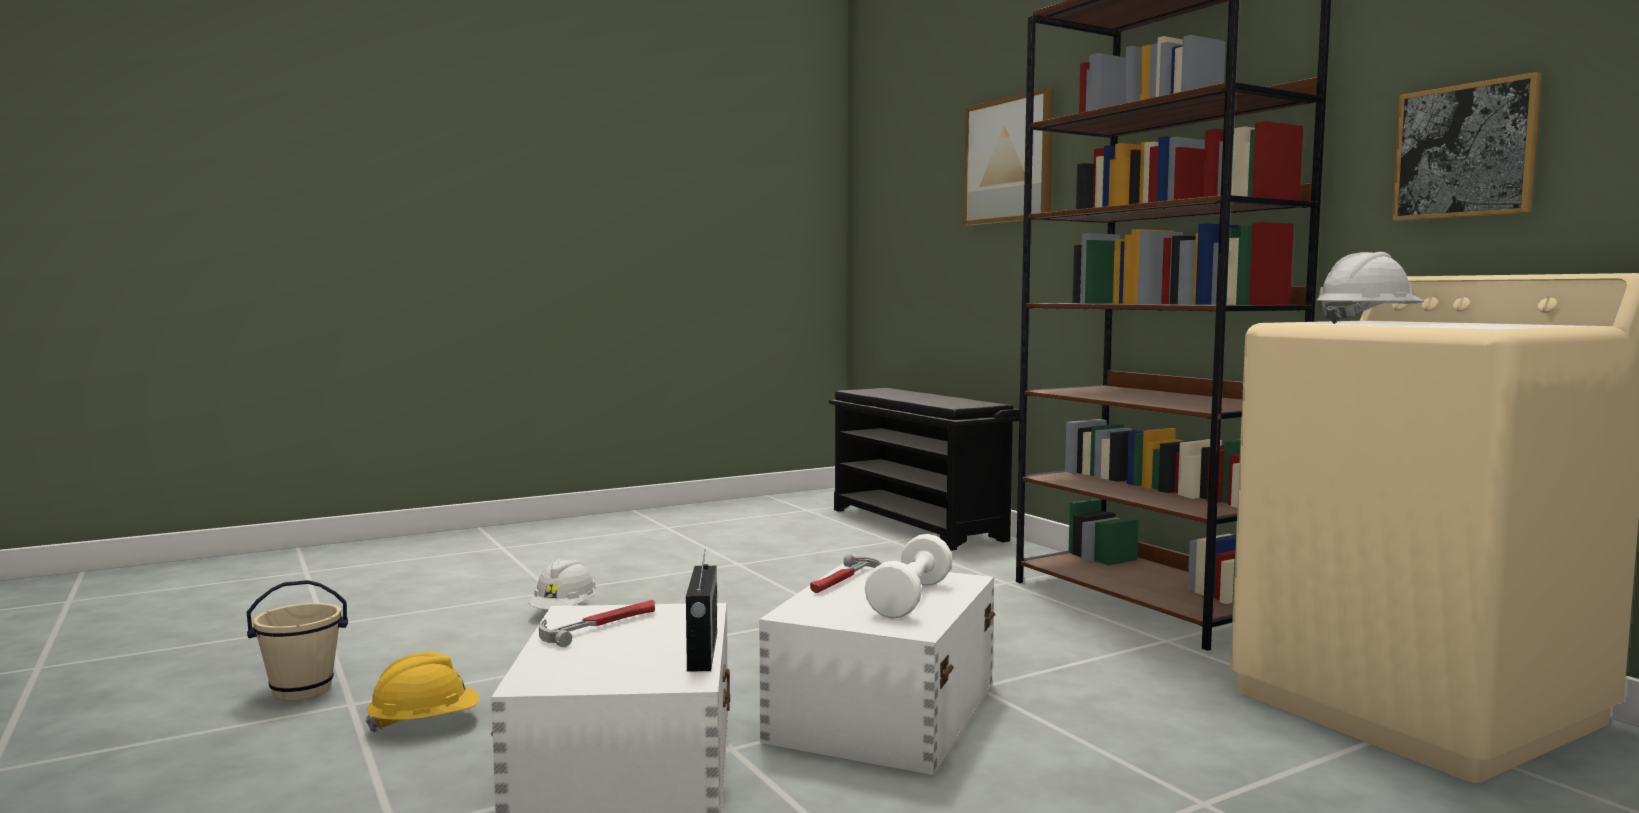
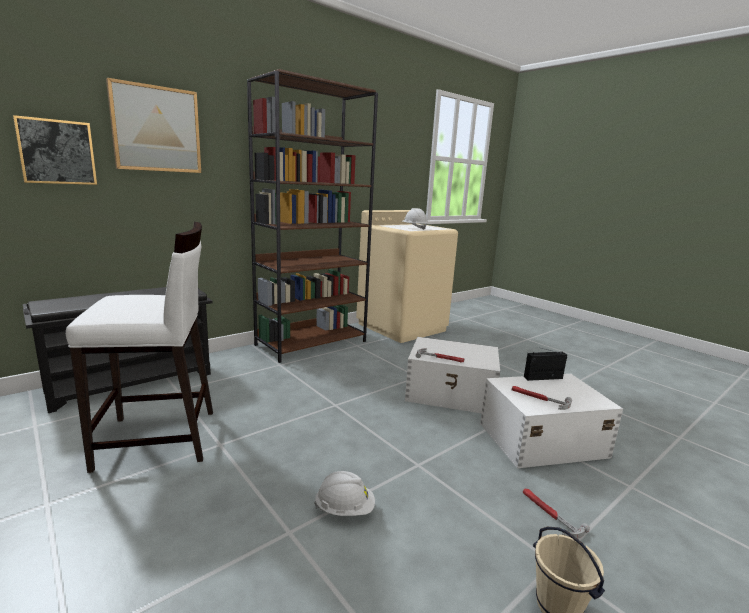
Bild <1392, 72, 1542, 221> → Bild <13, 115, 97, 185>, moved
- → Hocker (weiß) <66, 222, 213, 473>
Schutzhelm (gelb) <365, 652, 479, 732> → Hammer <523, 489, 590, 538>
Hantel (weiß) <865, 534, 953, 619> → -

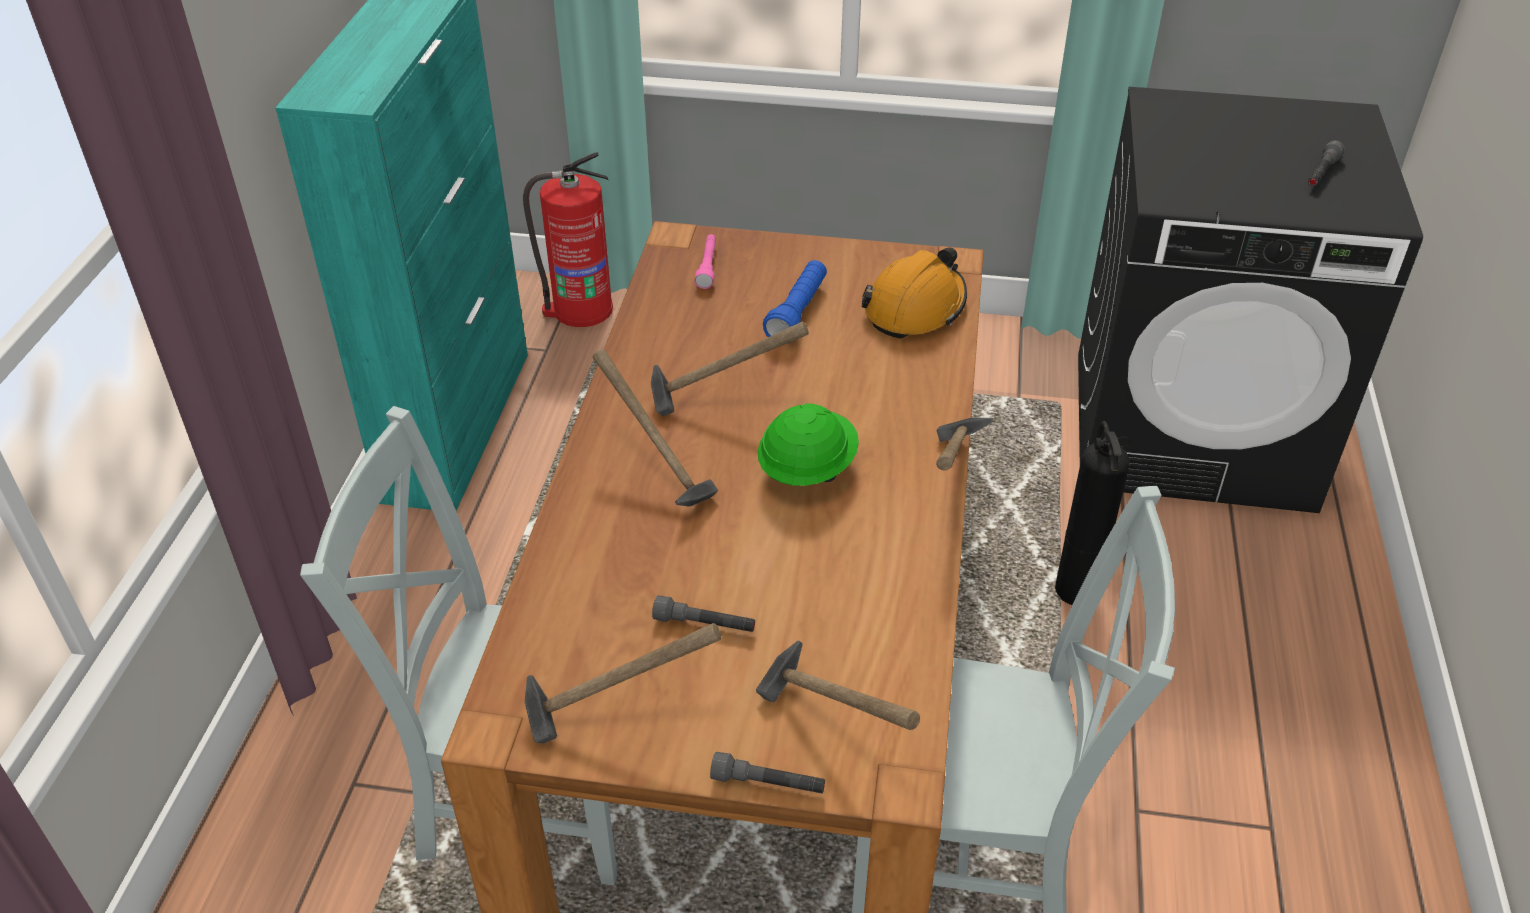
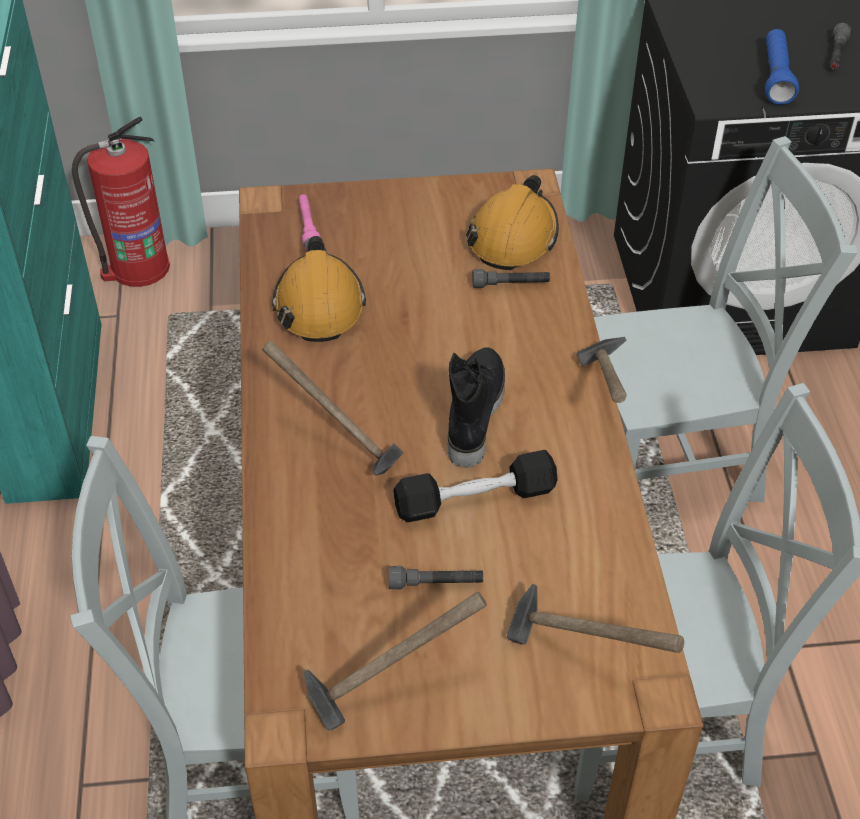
- → Schutzhelm (orange) <272, 236, 366, 342>
- → Hantel (schwarz) <393, 450, 558, 522>
Schutzhelm (grün) <758, 403, 859, 486> → Stiefel (schwarz) <448, 347, 505, 468>
Taschenlampe (grau) <710, 752, 825, 793> → Taschenlampe (grau) <472, 269, 550, 288>, moved
Feuerlöscher <1055, 421, 1130, 605> → Stuhl (grau) <594, 136, 858, 502>
Taschenlampe (blau) <763, 260, 827, 343> → Taschenlampe (blau) <765, 29, 799, 105>, moved
Hammer <651, 322, 809, 416> → -

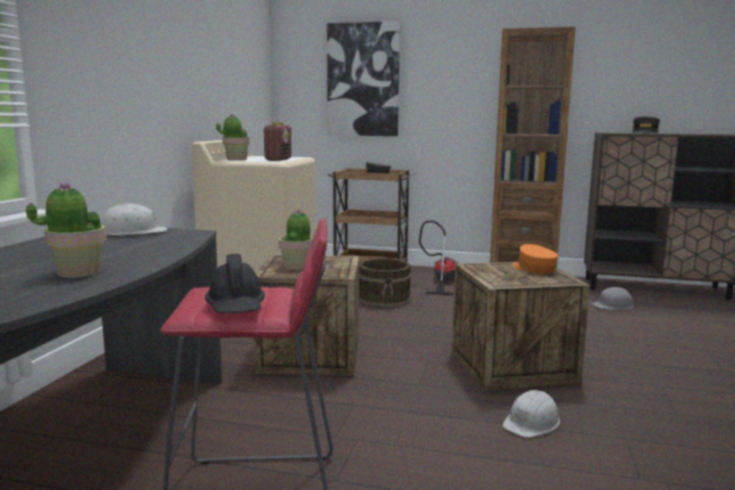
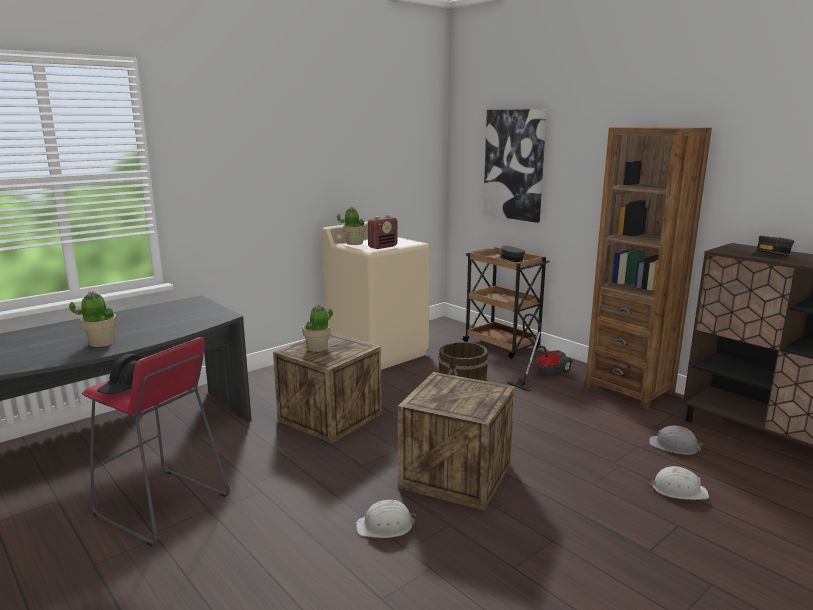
Schutzhelm (weiß) <101, 203, 167, 235> → Schutzhelm (weiß) <650, 466, 709, 500>, moved
Kappe (orange) <512, 244, 558, 274> → -

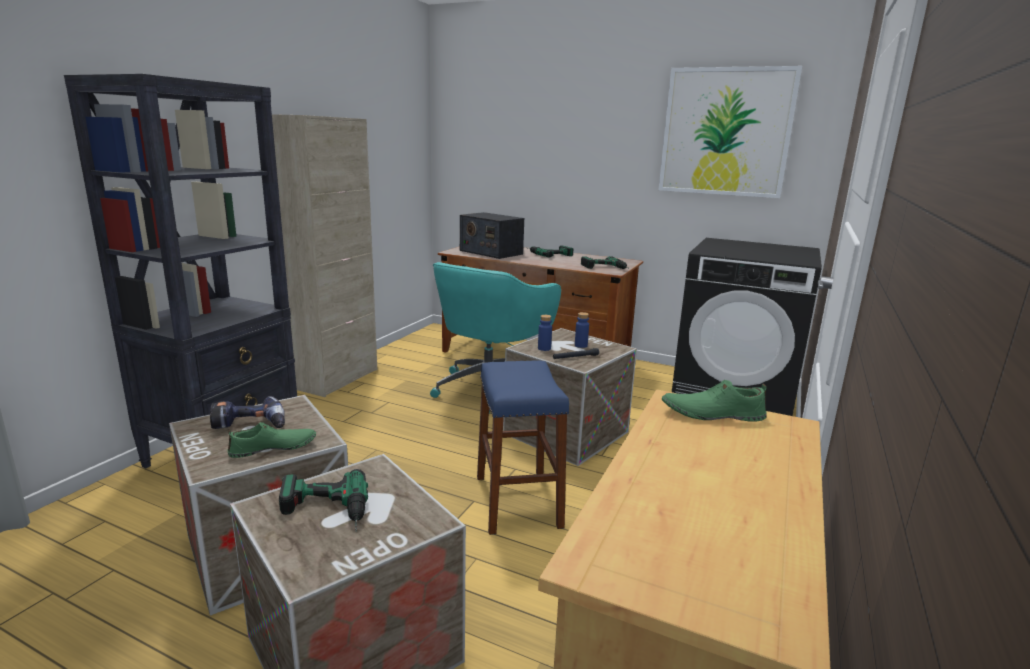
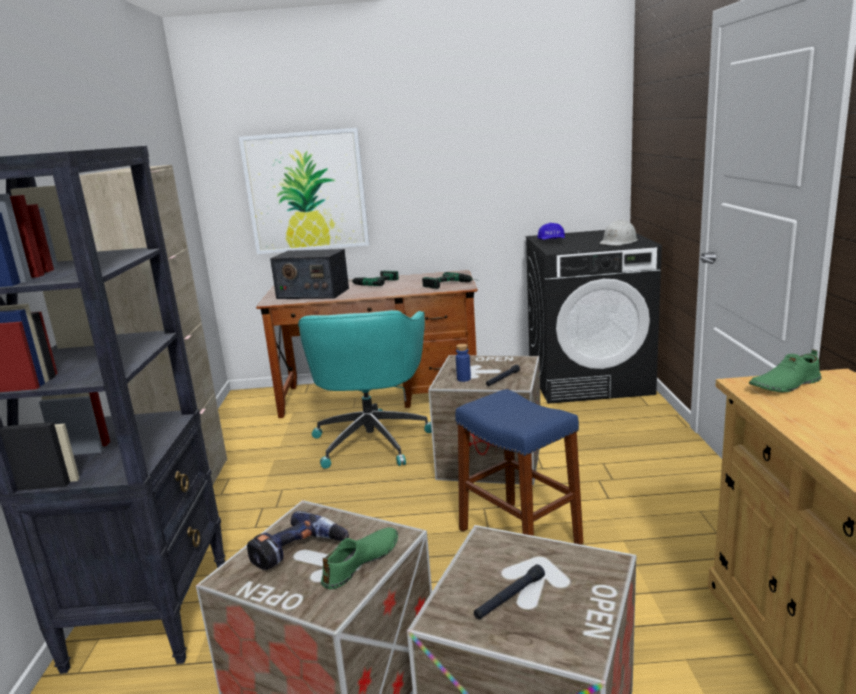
Bild <658, 66, 802, 198> → Bild <239, 128, 370, 254>, moved
Bohrmaschine <279, 469, 368, 532> → Taschenlampe (schwarz) <474, 564, 545, 620>
- → Kappe (blau) <537, 223, 565, 240>
- → Schutzhelm (weiß) <600, 220, 638, 245>
Flasche (blau) <575, 312, 589, 348> → -

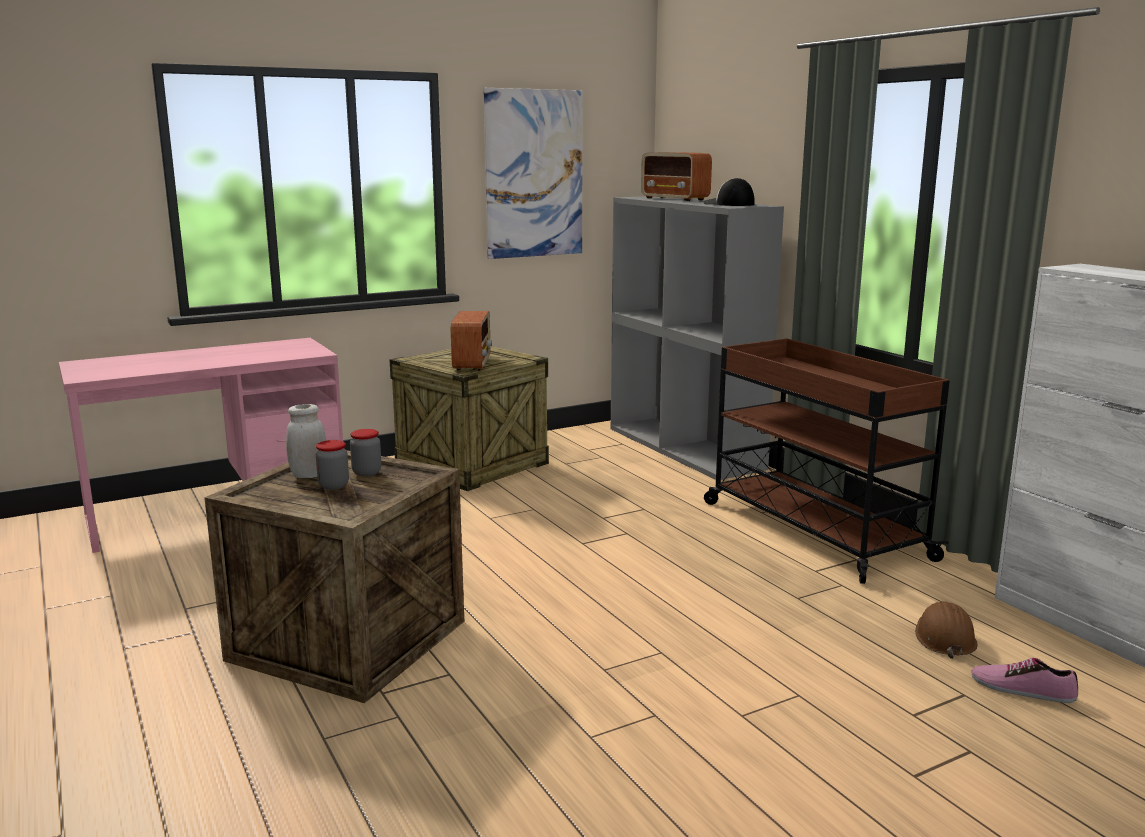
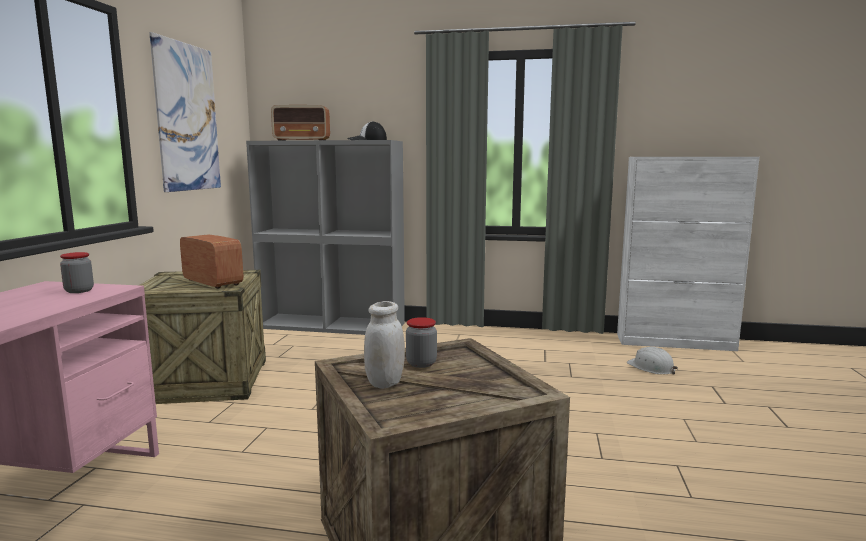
Vorratsglas <316, 440, 349, 490> → Vorratsglas <60, 252, 94, 293>, moved
Schutzhelm (braun) <915, 601, 978, 659> → Schutzhelm (weiß) <627, 347, 678, 375>
Rollwagen (braun) <704, 338, 950, 584> → -
Schuh <971, 658, 1078, 703> → -

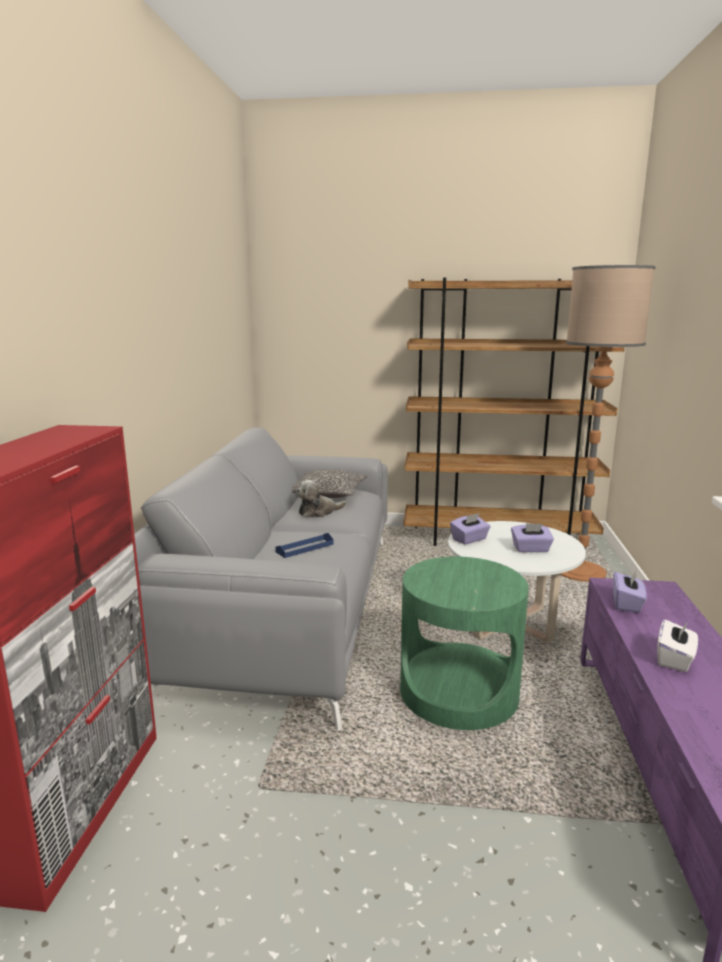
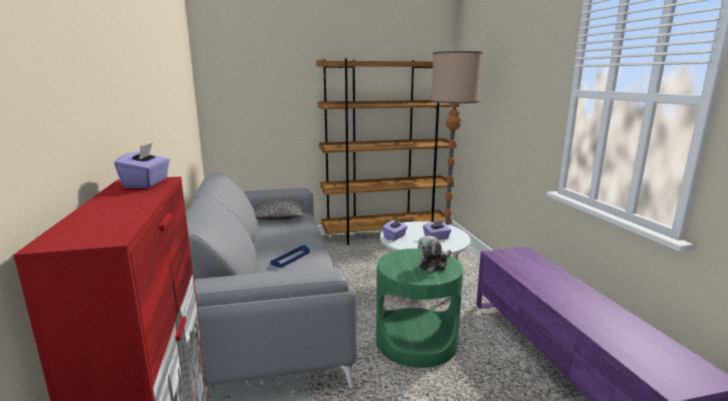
Taschentuchbox (lila) <613, 571, 647, 613> → Taschentuchbox (lila) <114, 143, 170, 188>, moved
Plüschtier <296, 480, 346, 518> → Plüschtier <418, 236, 451, 272>, moved
Taschentuchbox (weiß) <657, 619, 698, 672> → -

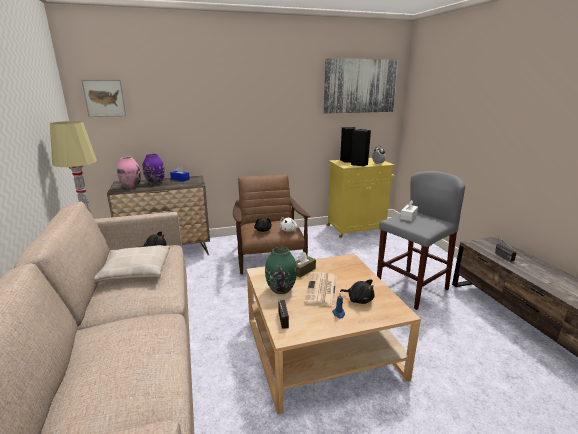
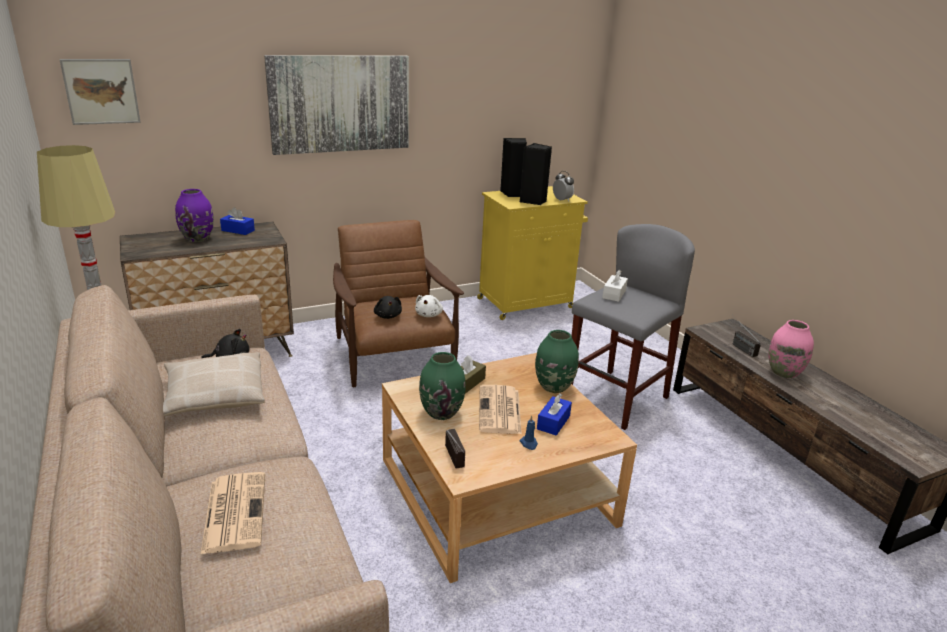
- → Zeitung <200, 472, 265, 555>
Bild <324, 58, 398, 114> → Bild <264, 55, 409, 155>, moved
- → Vase (grün) <535, 330, 579, 393>
Plüschtier (schwarz) <340, 279, 375, 304> → Taschentuchbox (blau) <537, 393, 572, 436>
Vase (rosa) <117, 157, 141, 189> → Vase (rosa) <769, 320, 814, 378>, moved

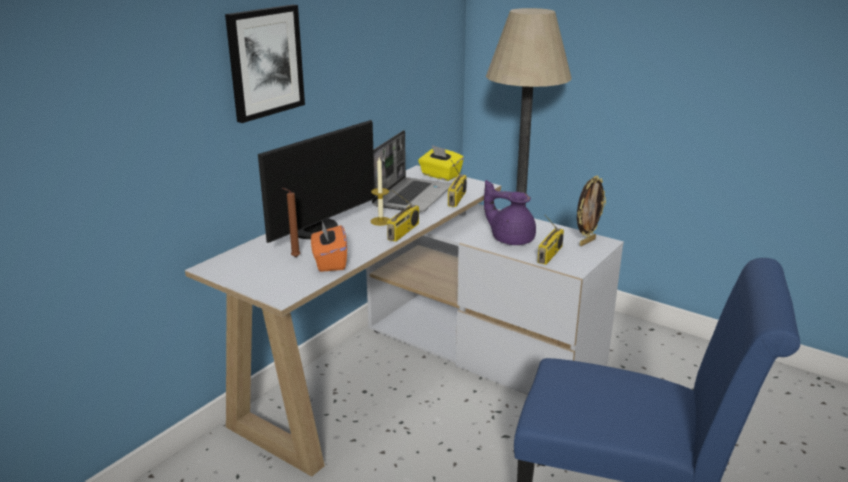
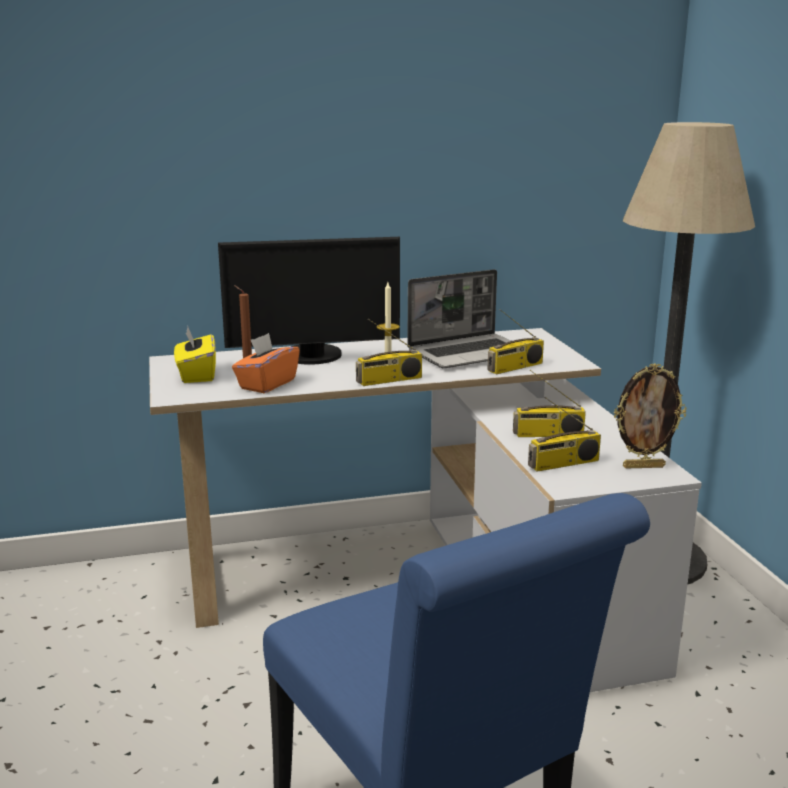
Taschentuchbox (gelb) <418, 145, 464, 181> → Taschentuchbox (gelb) <174, 327, 216, 383>, moved
Teekanne (lila) <484, 180, 536, 245> → Radio <513, 370, 586, 437>
Bild <225, 4, 305, 123> → -

